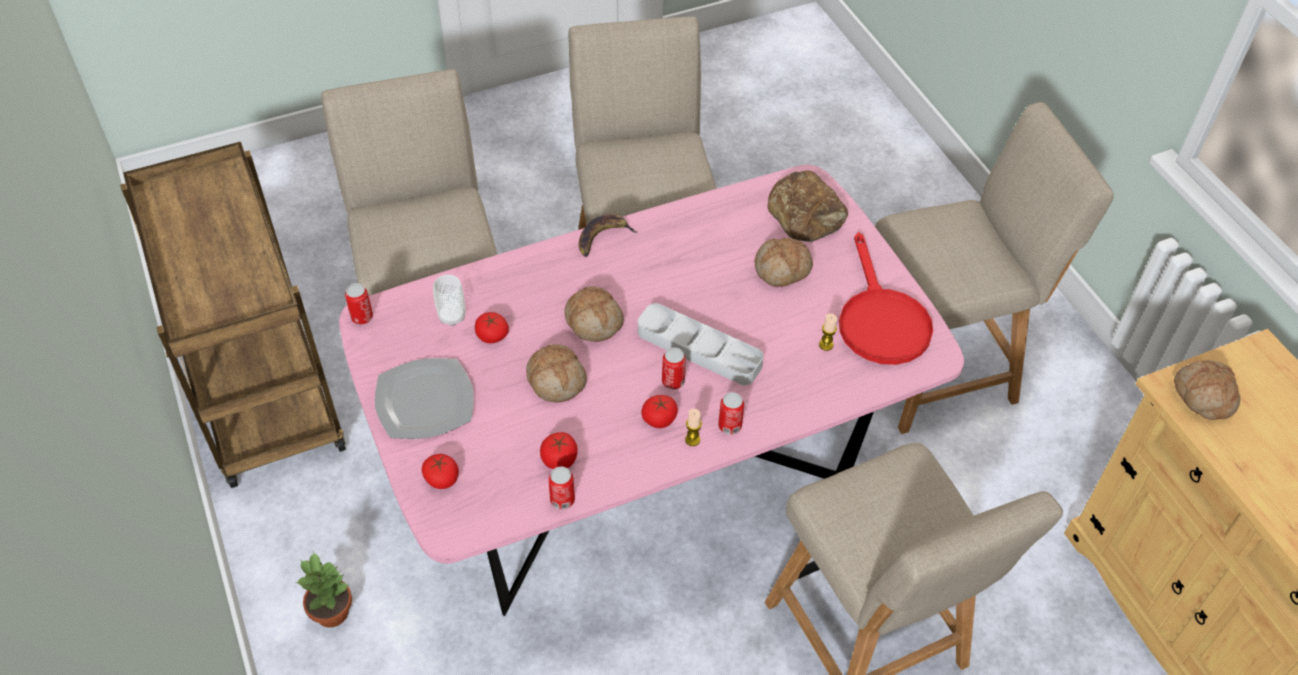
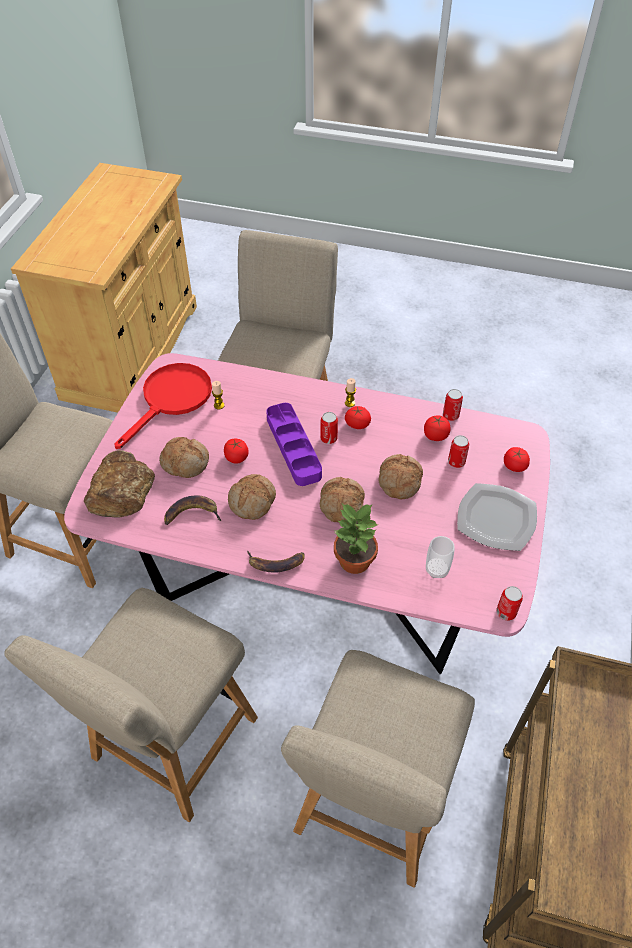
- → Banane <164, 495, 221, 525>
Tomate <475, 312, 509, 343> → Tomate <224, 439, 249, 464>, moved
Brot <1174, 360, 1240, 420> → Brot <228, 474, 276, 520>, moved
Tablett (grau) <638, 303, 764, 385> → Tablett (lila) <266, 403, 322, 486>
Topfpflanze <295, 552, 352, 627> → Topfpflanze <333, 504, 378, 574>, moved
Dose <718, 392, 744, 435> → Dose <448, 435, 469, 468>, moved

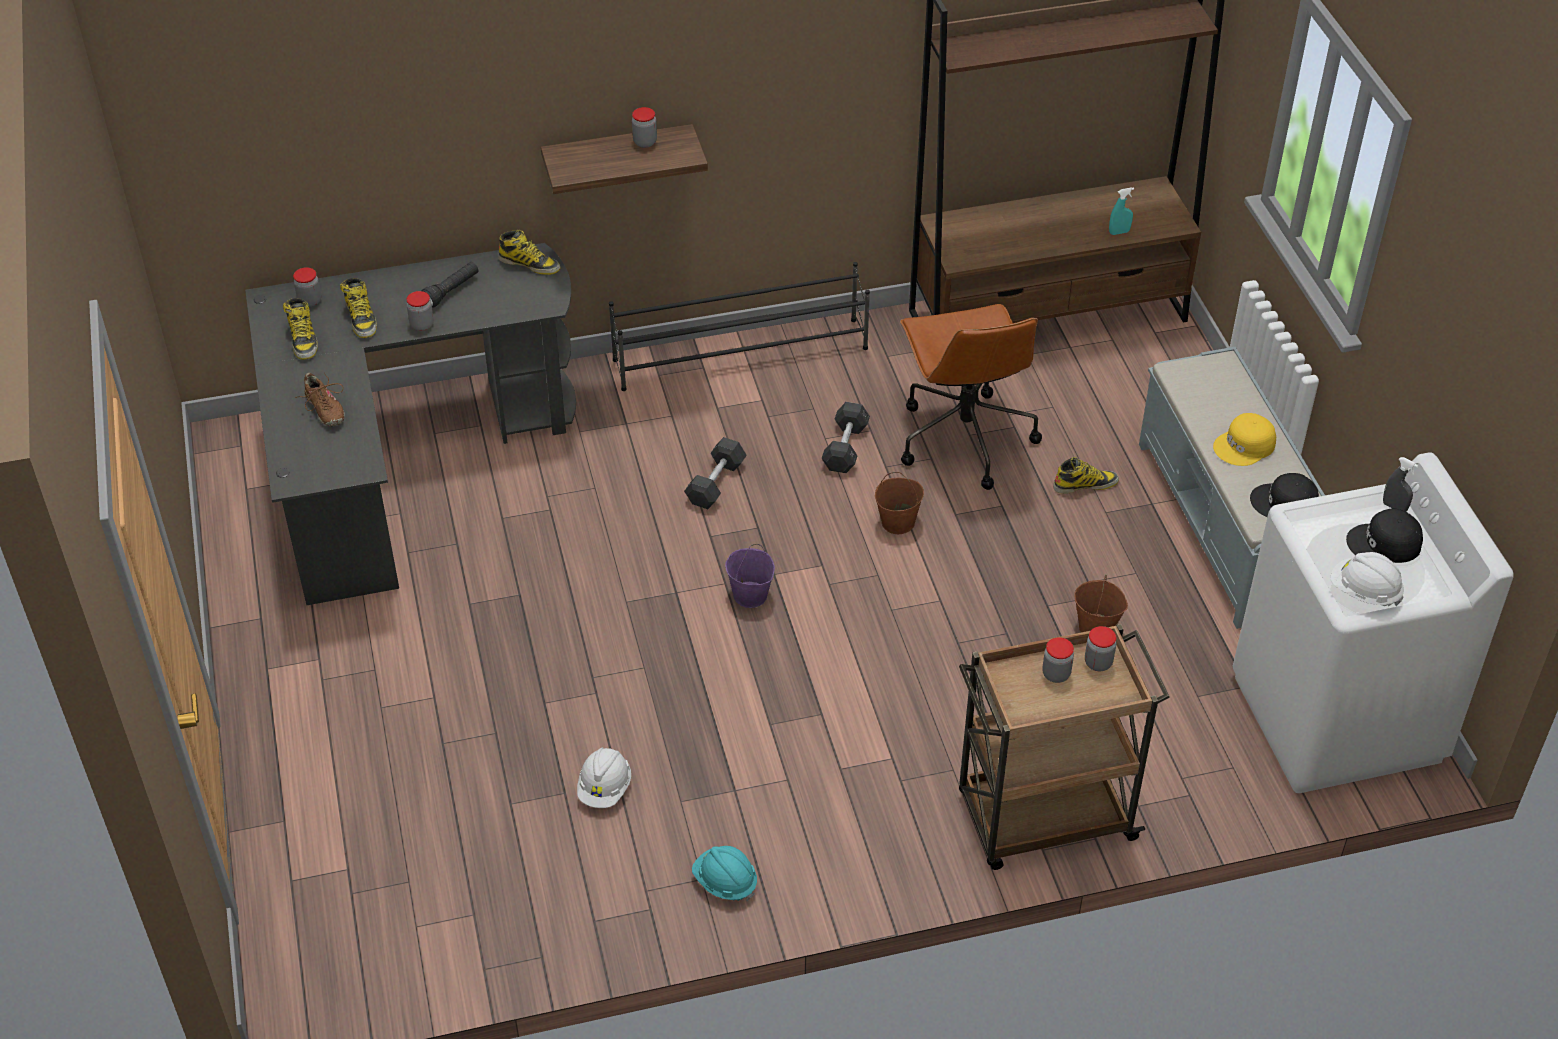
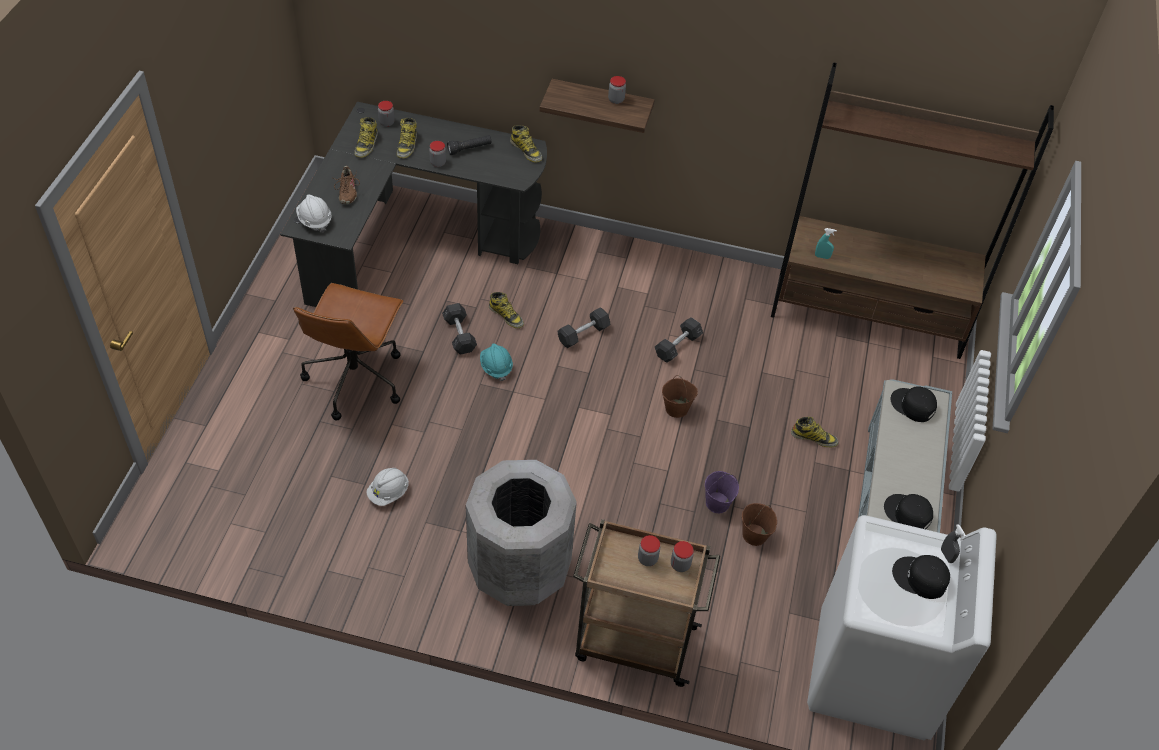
Bürostuhl (braun) <900, 304, 1042, 490> → Bürostuhl (braun) <293, 283, 403, 420>, moved
Schutzhelm (weiß) <1330, 552, 1404, 606> → Schutzhelm (weiß) <296, 195, 332, 232>, moved
- → Hantel (grau) <442, 303, 477, 355>
- → Mülleimer (grau) <466, 460, 577, 606>
Schutzhelm (türkis) <692, 846, 757, 901> → Schutzhelm (türkis) <480, 344, 513, 381>, moved
- → Stiefel <489, 292, 524, 328>
Eimer (lila) <725, 544, 775, 608> → Eimer (lila) <705, 471, 739, 513>, moved
Sprühflasche (türkis) <1109, 187, 1134, 235> → Sprühflasche (türkis) <815, 228, 837, 259>, moved
- → Kappe (schwarz) <891, 386, 937, 422>
Schuhregal (schwarz) <609, 262, 870, 391> → -
Kappe (gelb) <1213, 413, 1276, 466> → -

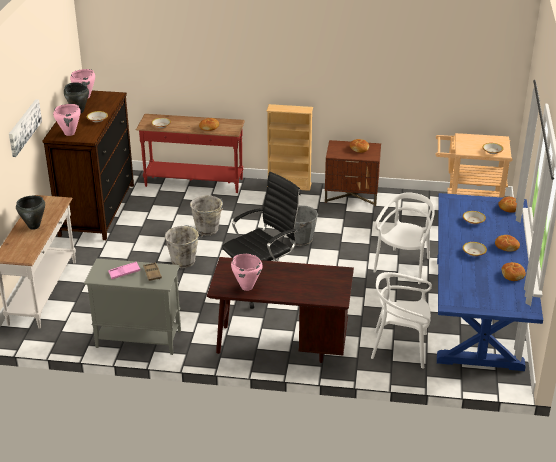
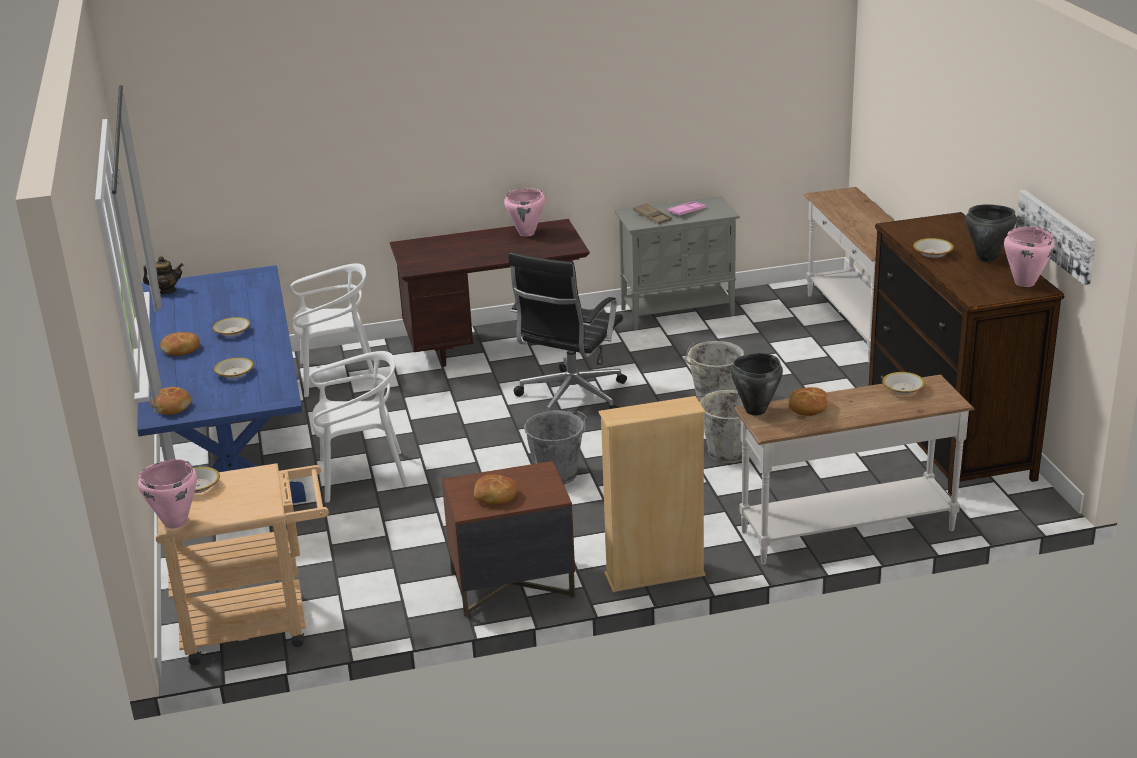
Kochtopf (rosa) <53, 104, 81, 136> → Kochtopf (rosa) <138, 459, 197, 529>, moved
- → Teekanne <143, 256, 183, 294>
Stuhl (weiß) <373, 192, 435, 284> → Stuhl (weiß) <309, 351, 408, 503>, 105 degrees counterclockwise
Kochtopf (schwarz) <16, 196, 45, 230> → Kochtopf (schwarz) <731, 353, 783, 416>, moved
Konsolentisch (rot) <136, 114, 245, 193> → Konsolentisch (weiß) <734, 375, 974, 565>
Bild <9, 99, 42, 157> → Bild <1016, 190, 1096, 285>, moved
Brot <501, 262, 526, 281> → -

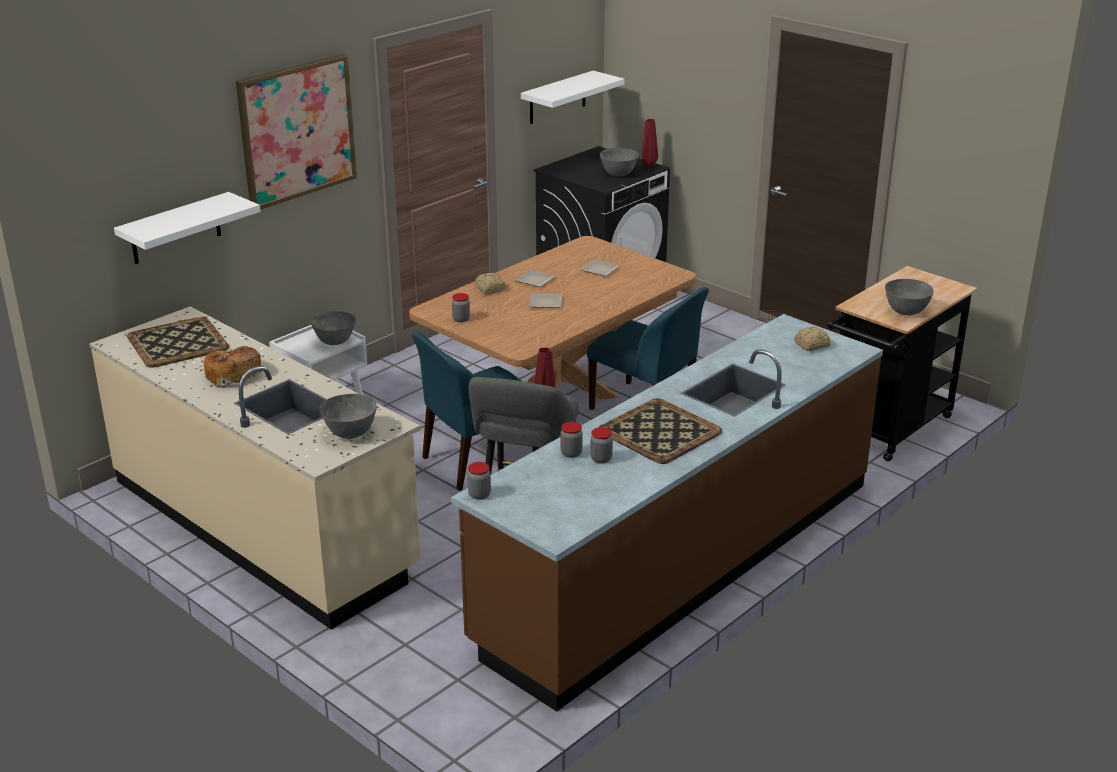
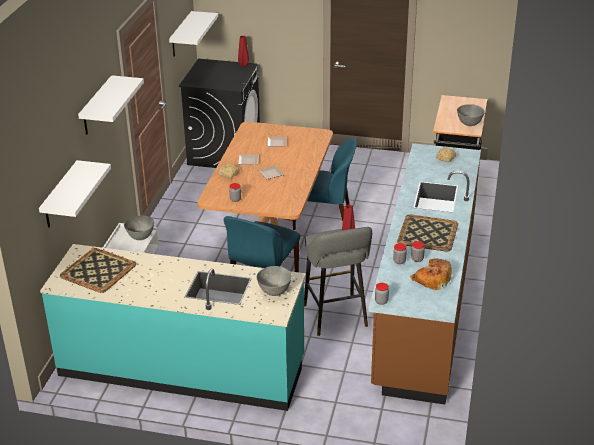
Küchenzeile (beige) <90, 306, 421, 629> → Küchenzeile (türkis) <40, 244, 306, 411>
Bild <236, 54, 357, 210> → Wandregal (weiß) <78, 75, 144, 135>
Brot <203, 346, 262, 387> → Brot <410, 259, 452, 290>, moved
Schüssel (grau) <600, 148, 639, 177> → -

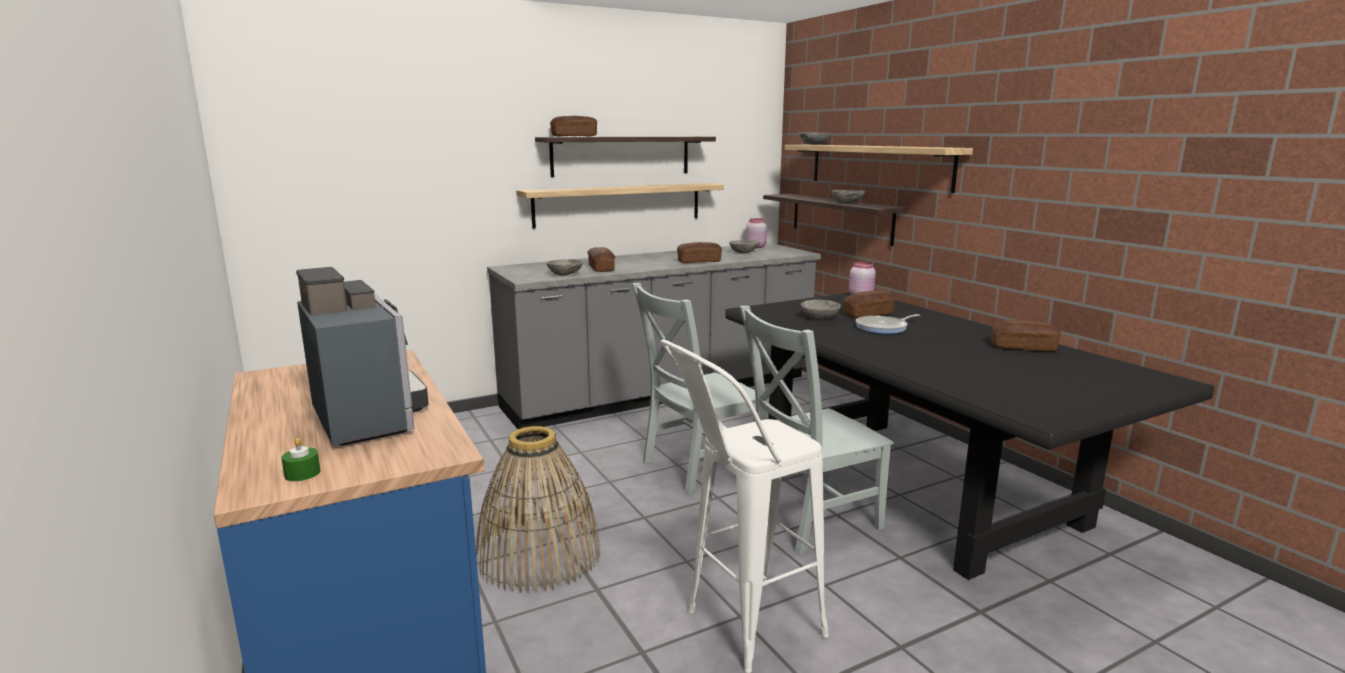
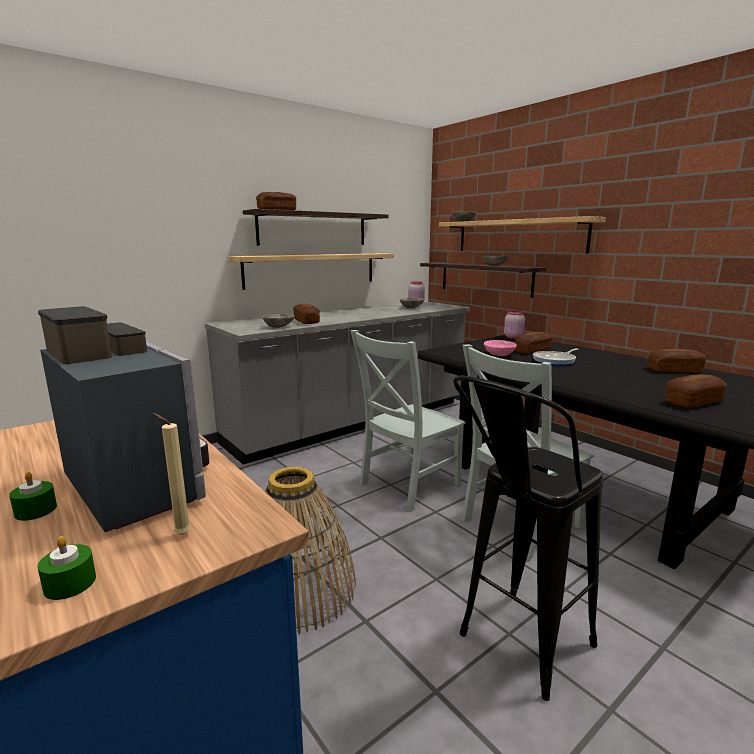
- → Kerze (grün) <9, 472, 57, 521>
- → Kerze (beige) <152, 413, 191, 535>
Hocker (weiß) <660, 339, 829, 673> → Hocker (schwarz) <453, 376, 603, 701>
Schüssel (grau) <801, 300, 841, 320> → Schüssel (rosa) <484, 340, 517, 356>
Brot <677, 242, 722, 263> → Brot <665, 374, 727, 408>, moved

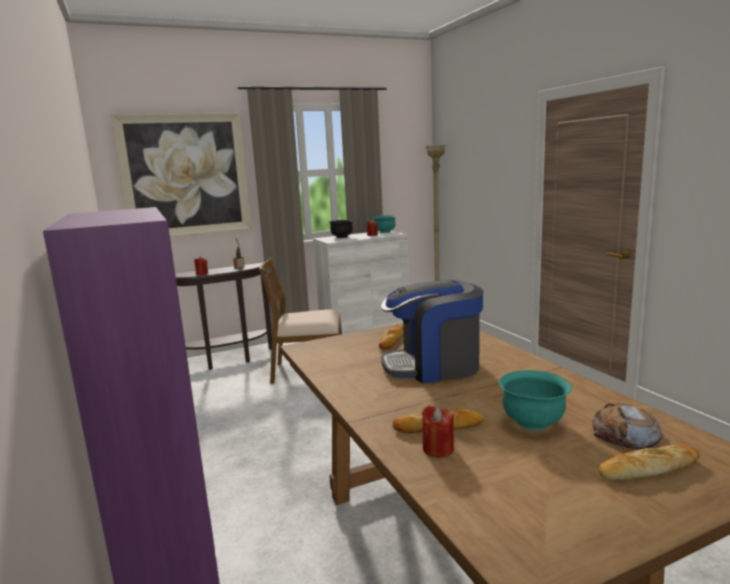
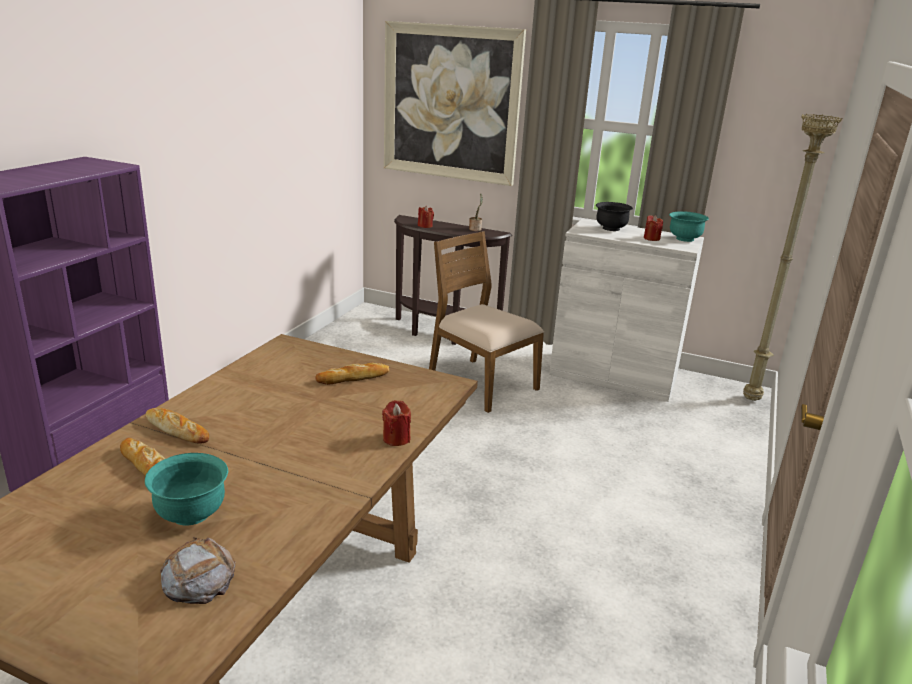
Brot <599, 444, 700, 481> → Brot <146, 408, 209, 444>, moved
Kerze (rot) <422, 406, 454, 458> → Kerze (rot) <382, 400, 411, 446>, moved
Kaffeemaschine <381, 280, 483, 383> → -

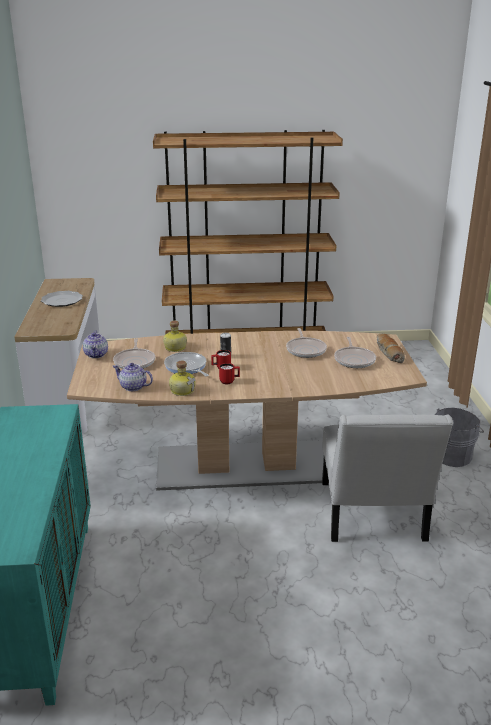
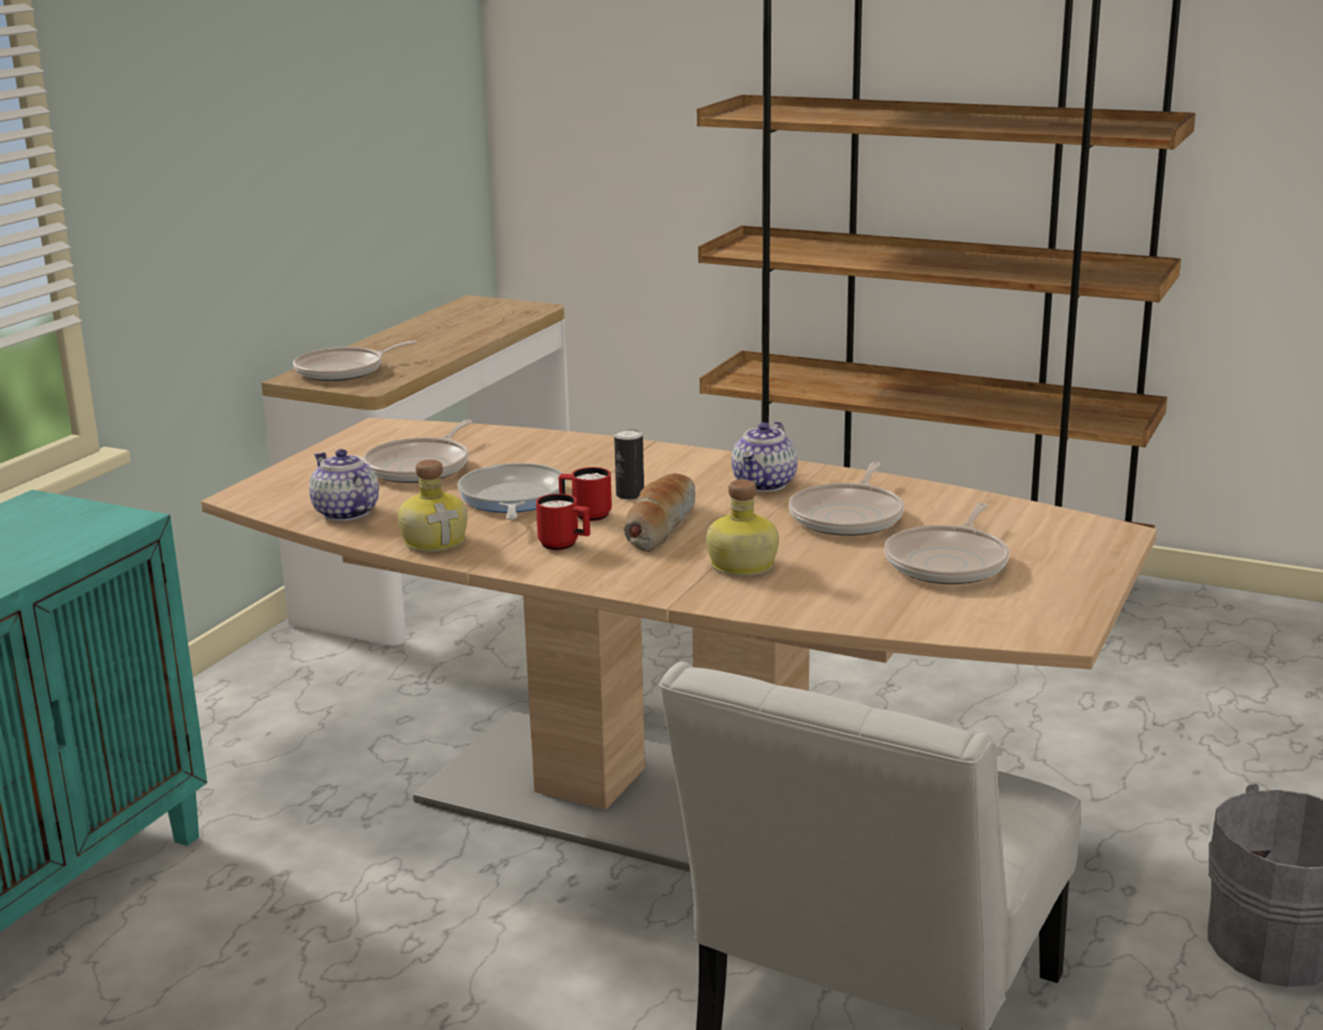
- → Pfanne <293, 340, 417, 381>
Brot <377, 334, 405, 363> → Brot <624, 473, 696, 552>, moved
Flasche <163, 321, 187, 352> → Flasche <706, 480, 779, 576>, moved
Teekanne <83, 330, 108, 358> → Teekanne <731, 422, 798, 492>, moved
Teller <41, 291, 83, 307> → -

